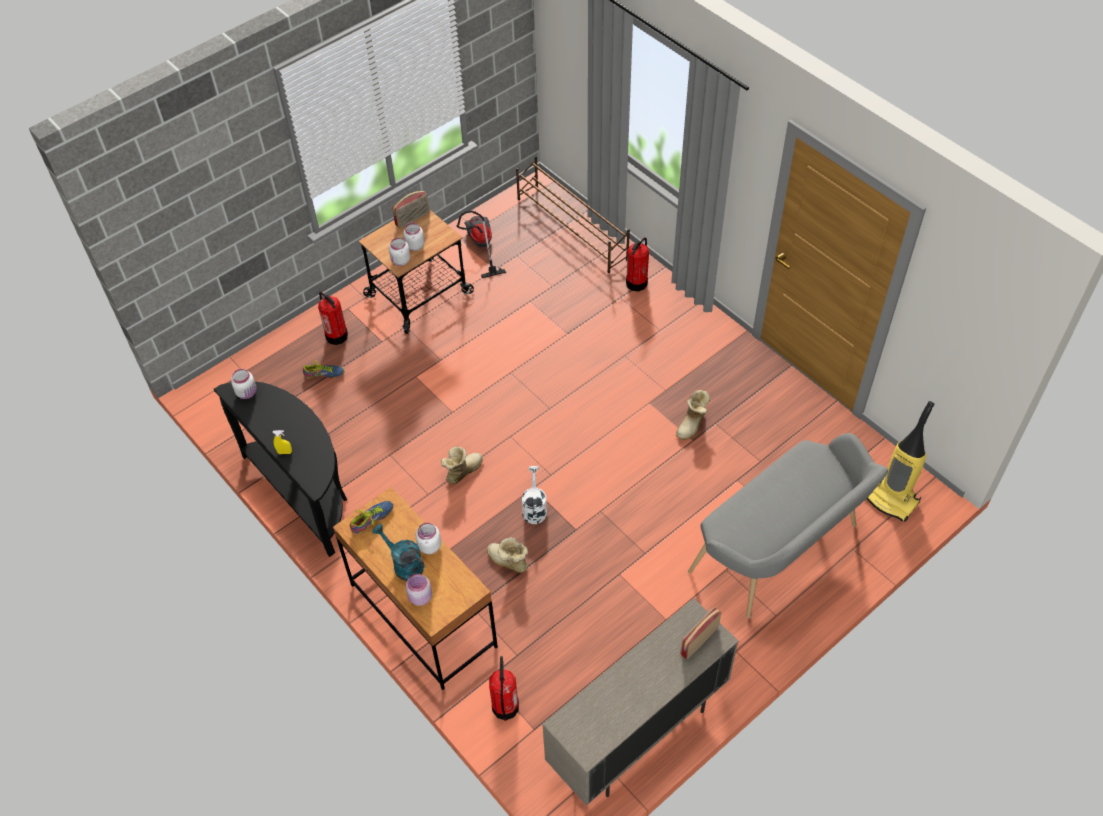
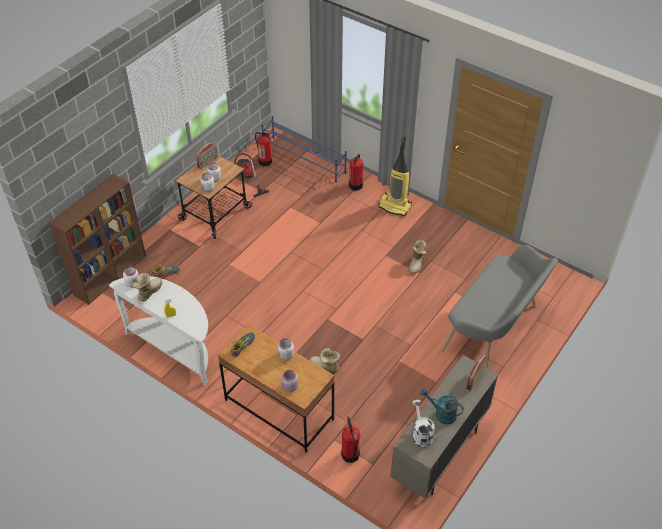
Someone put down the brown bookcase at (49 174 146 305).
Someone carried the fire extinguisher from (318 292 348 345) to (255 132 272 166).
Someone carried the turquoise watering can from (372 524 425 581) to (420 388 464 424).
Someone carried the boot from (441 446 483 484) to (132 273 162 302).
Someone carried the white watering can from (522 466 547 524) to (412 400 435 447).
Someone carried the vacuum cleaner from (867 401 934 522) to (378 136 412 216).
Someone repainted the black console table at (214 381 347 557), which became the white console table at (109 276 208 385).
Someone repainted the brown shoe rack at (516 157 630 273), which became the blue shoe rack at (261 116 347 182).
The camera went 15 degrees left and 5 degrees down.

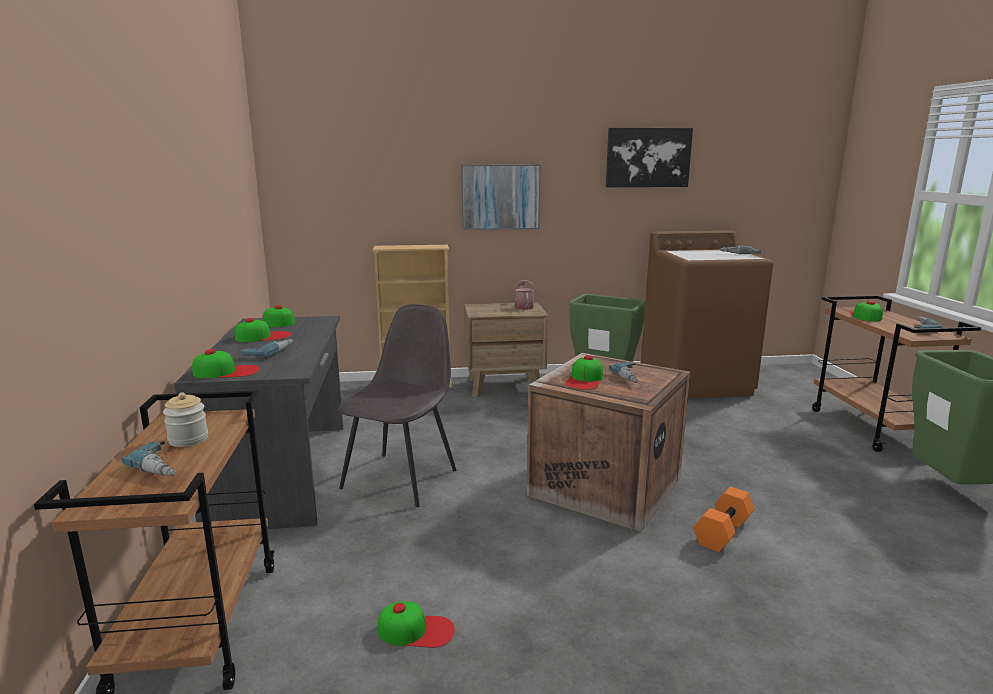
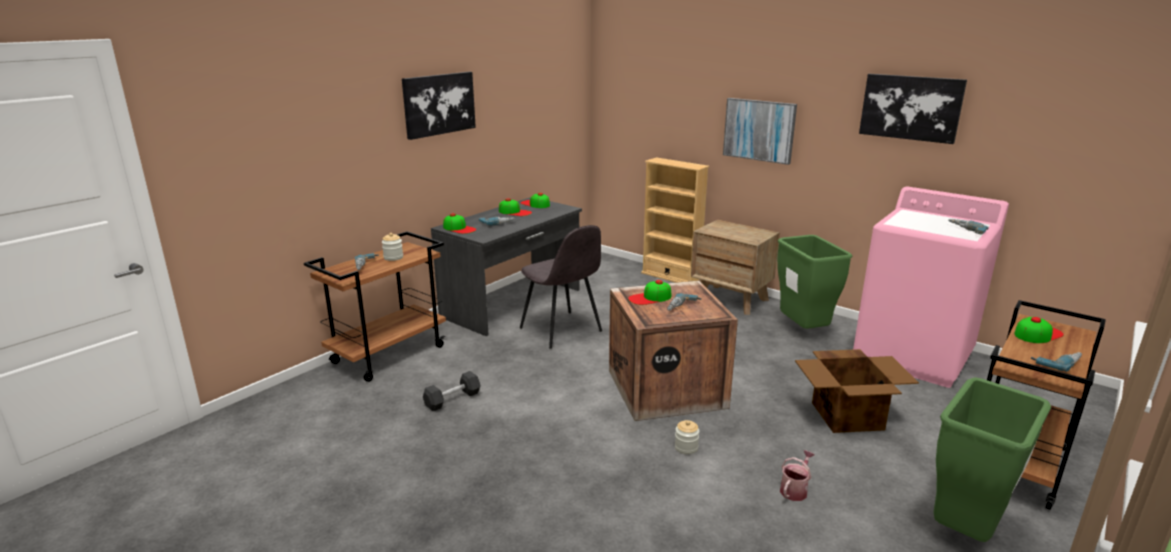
Someone put up the picture at (402 72 476 140).
Someone put down the cardboard box at (795 349 919 433).
Someone carried the watering can from (514 280 535 310) to (780 450 815 501).
Someone swapped the cap at (378 601 455 648) for the black dumbbell at (423 371 480 411).
Someone swapped the orange dumbbell at (693 487 755 552) for the jar at (675 420 699 455).
Someone repainted the brown washing machine at (641 230 773 399), which became the pink washing machine at (853 187 1009 388).
Someone rotated the grey chair at (338 304 456 507) by 75 degrees clockwise.
The camera went 45 degrees right and 5 degrees up.

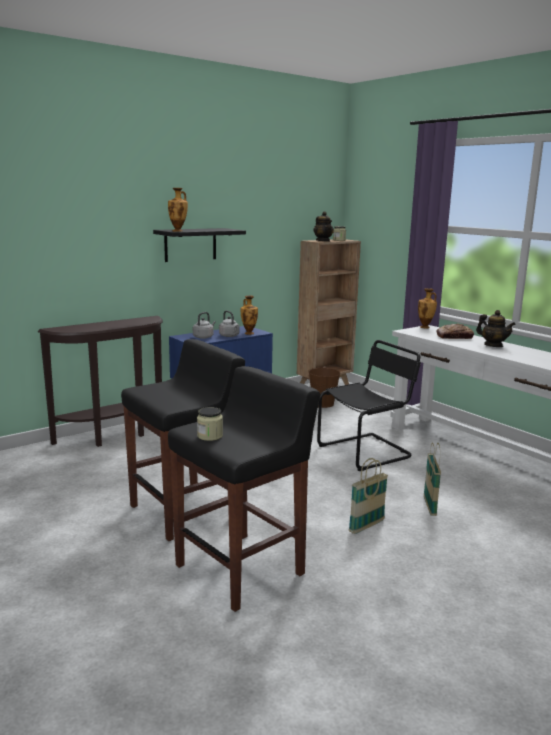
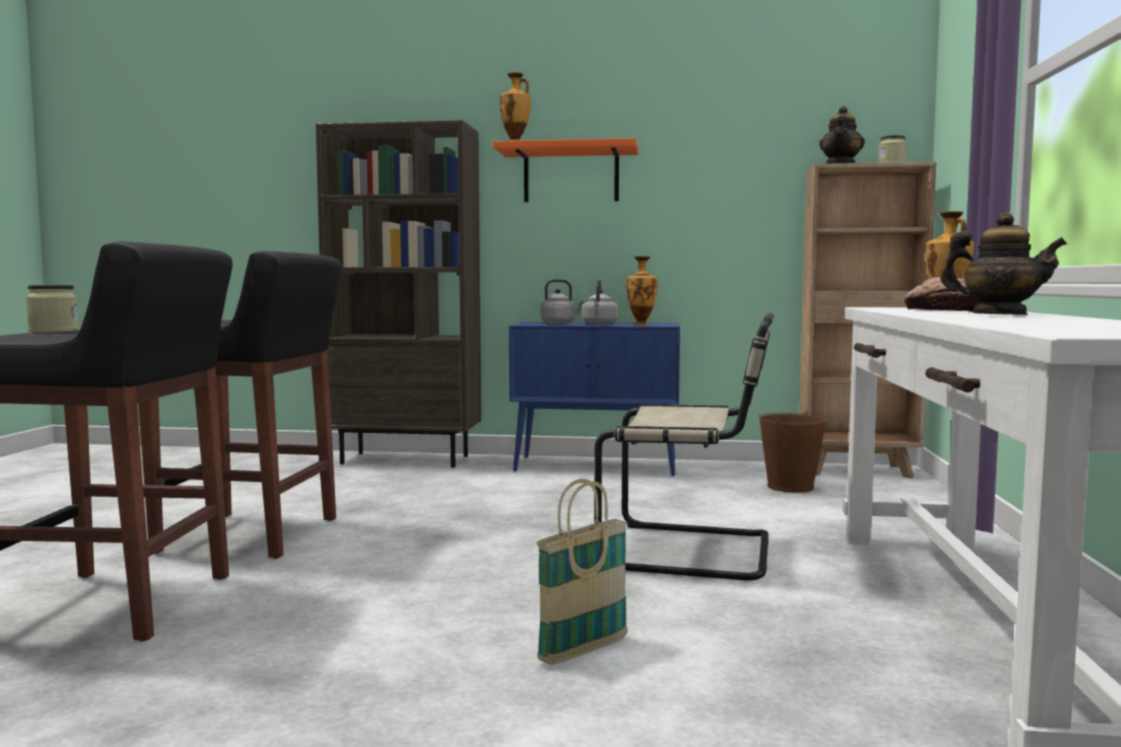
Someone took away the basket at (349 458 388 534).
Someone swapped the brown console table at (38 316 163 447) for the brown bookcase at (315 120 481 467).
Someone repainted the black shelf at (153 228 246 262), which became the orange shelf at (493 138 639 202).
Someone repainted the black chair at (317 340 421 471), which became the beige chair at (594 313 774 581).
Someone rotated the teapot at (476 310 516 347) by 60 degrees counterclockwise.
The camera went 45 degrees right and 10 degrees down.

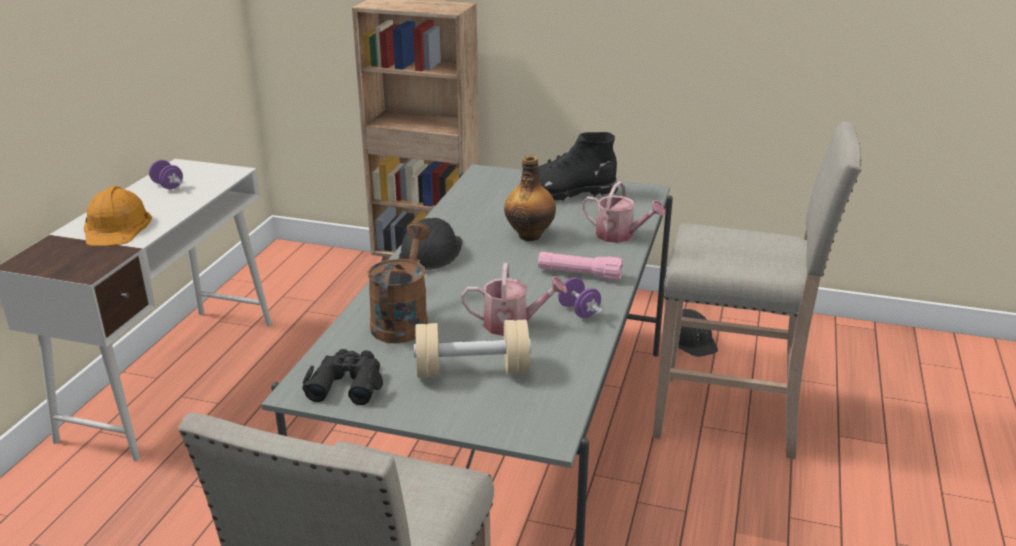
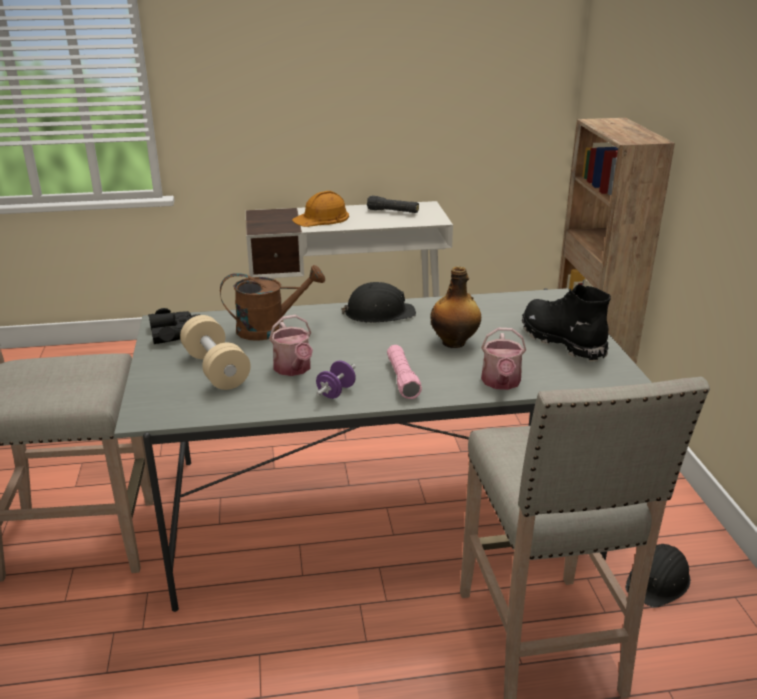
Someone swapped the purple dumbbell at (149 160 183 189) for the black flashlight at (367 196 419 213).
The camera went 65 degrees right and 0 degrees up.

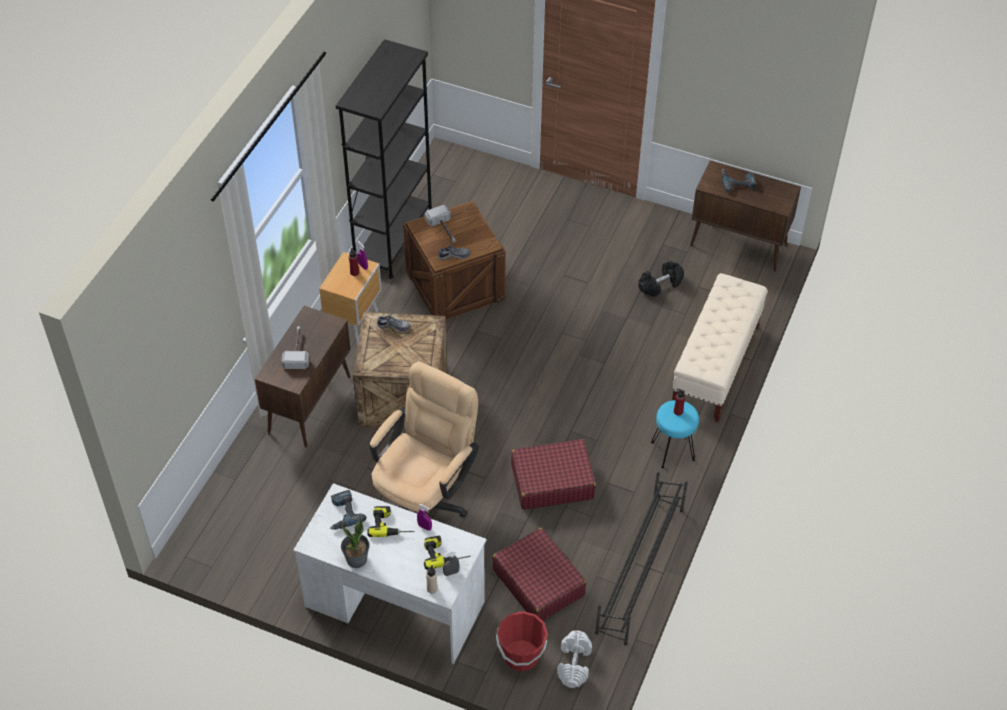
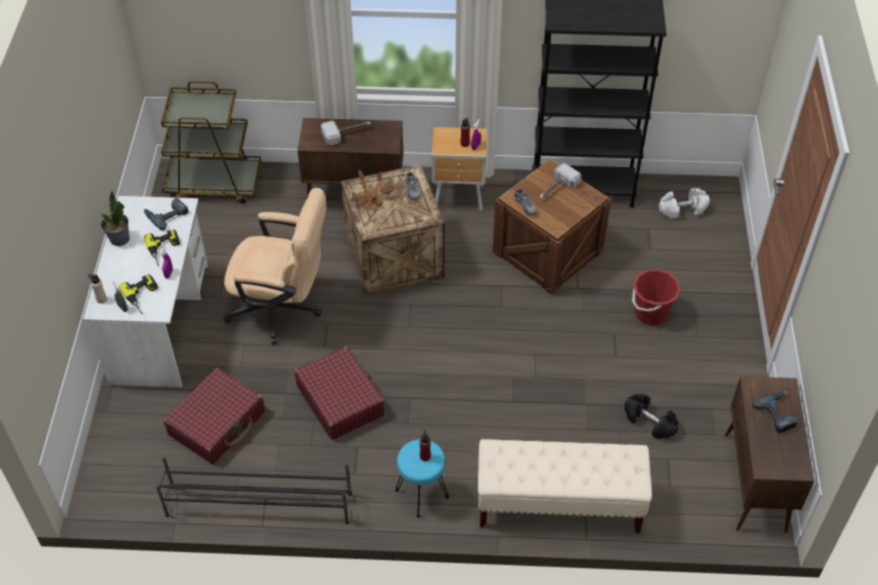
Someone put down the brown cart at (161 81 261 204).
Someone put down the potted plant at (350 170 395 210).
Someone carried the red bucket from (496 611 548 672) to (632 269 680 325).
Someone carried the white dumbbell from (557 631 592 688) to (659 188 710 219).
The camera went 70 degrees right and 0 degrees up.

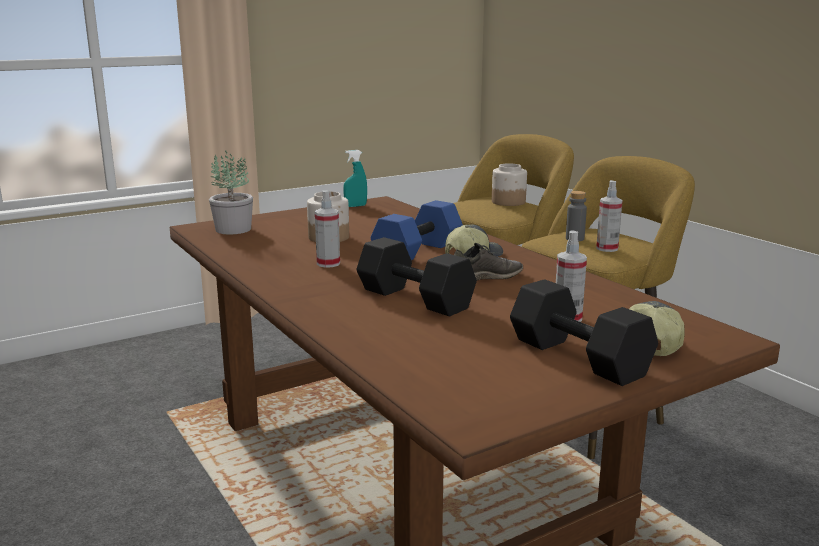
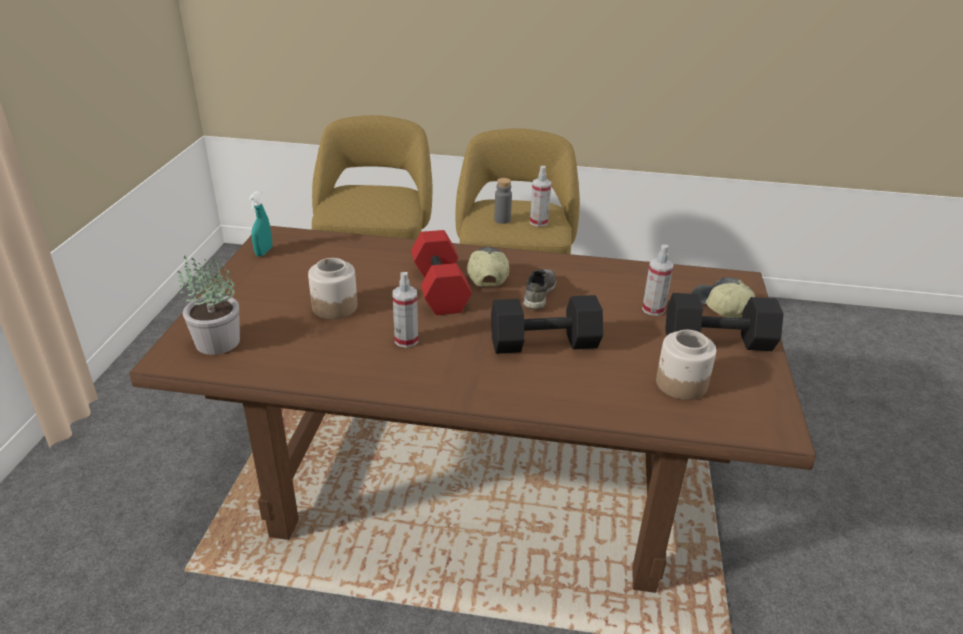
Someone carried the jar from (492 163 527 206) to (656 330 716 400).
Someone repainted the blue dumbbell at (371 200 463 260), which became the red dumbbell at (411 230 472 315).
The camera went 50 degrees left and 15 degrees up.

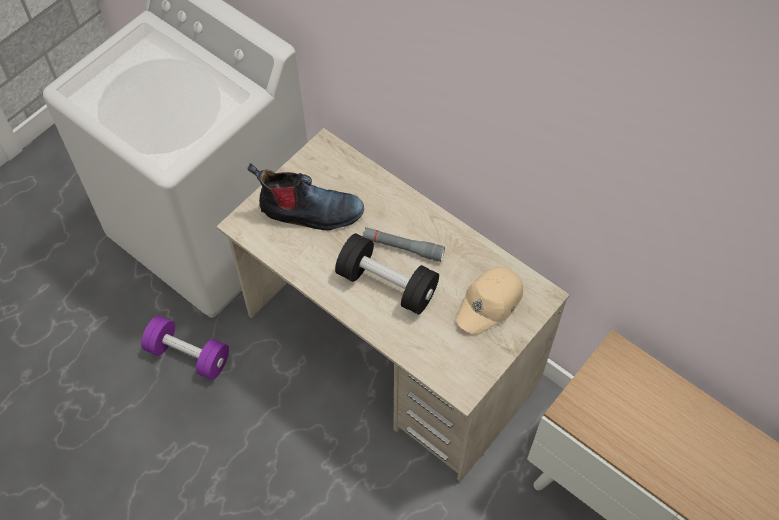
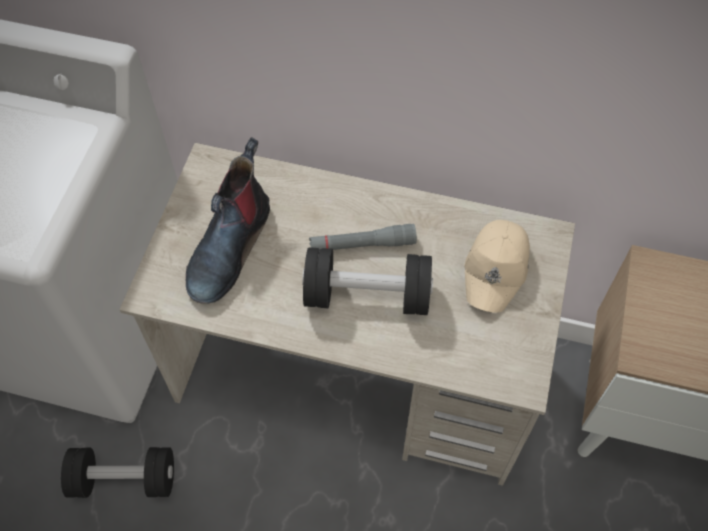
Someone repainted the purple dumbbell at (141 315 229 380), which became the black dumbbell at (61 447 174 498).
Someone rotated the boot at (247 163 364 231) by 135 degrees clockwise.
The camera went 25 degrees left and 0 degrees up.

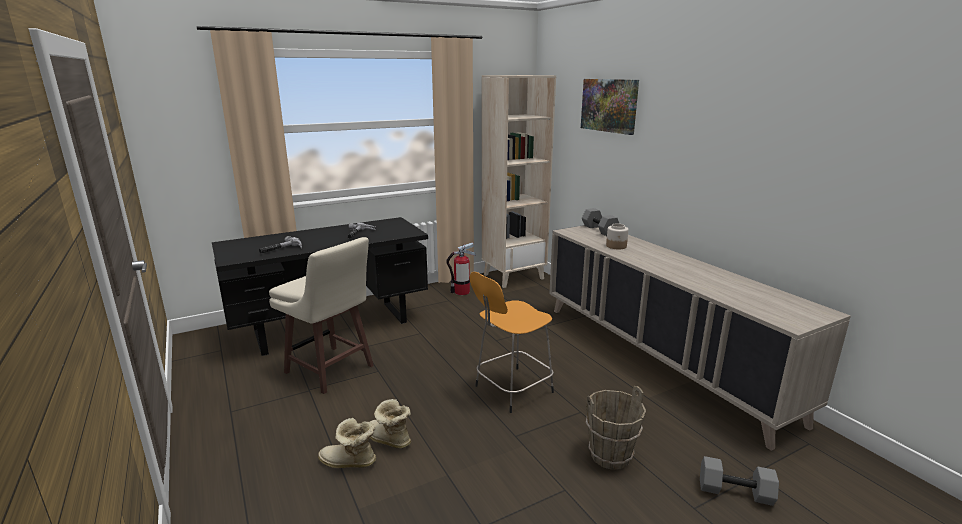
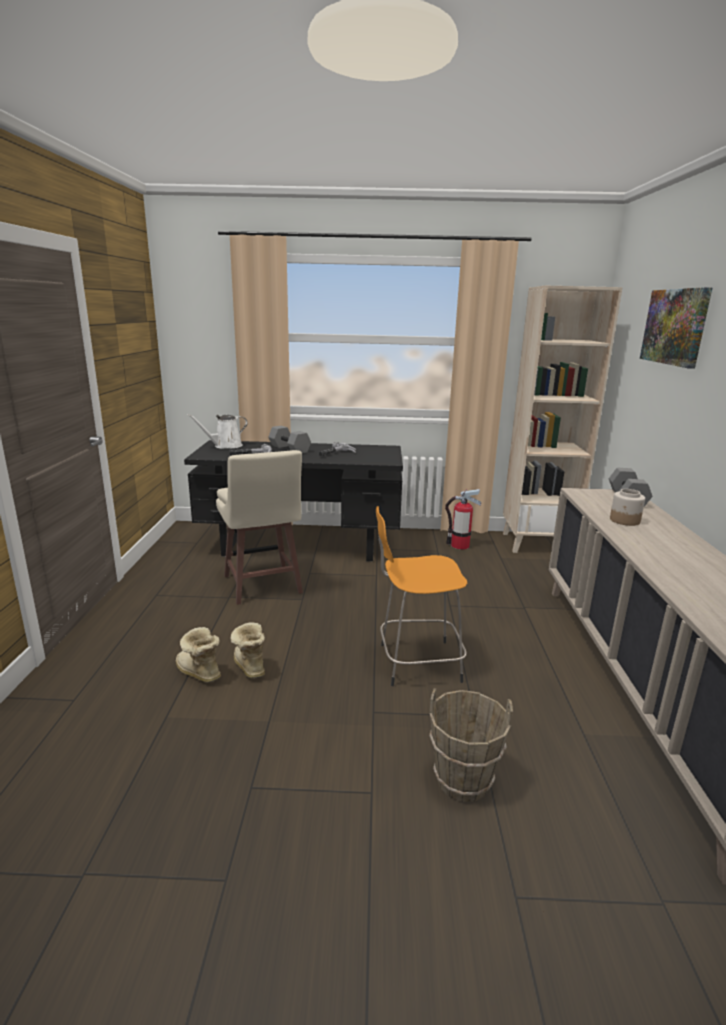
Someone put down the white watering can at (187 414 248 449).
Someone carried the grey dumbbell from (700 456 779 506) to (268 426 311 454).
The camera went 30 degrees right and 0 degrees up.

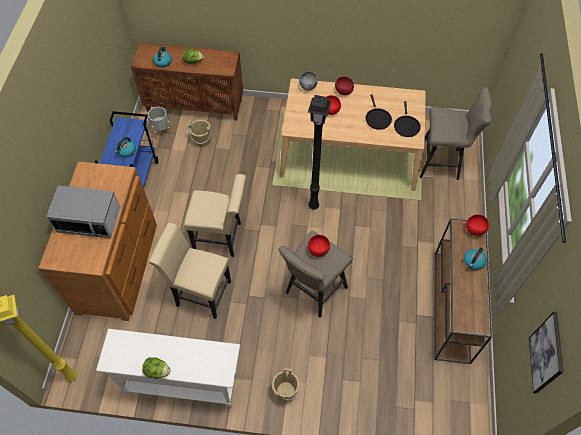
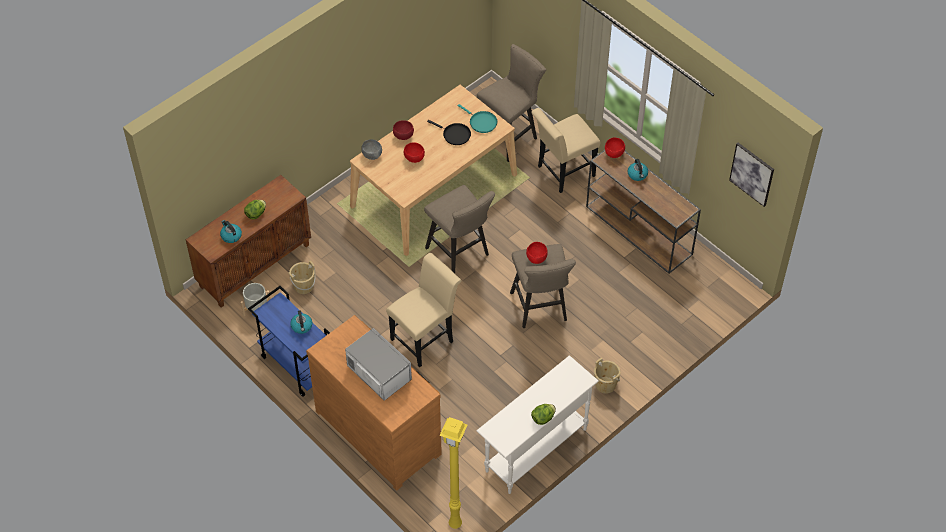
Someone carried the beige chair from (148 223 231 319) to (531 108 601 193).
Someone swapped the black floor lamp at (308 95 332 210) for the beige stool at (424 185 495 273).
Someone repainted the black frying pan at (394 101 421 137), which became the turquoise frying pan at (458 104 497 133).
Someone rotated the microwave at (46 185 121 238) by 90 degrees counterclockwise.
The camera went 50 degrees left and 5 degrees down.

